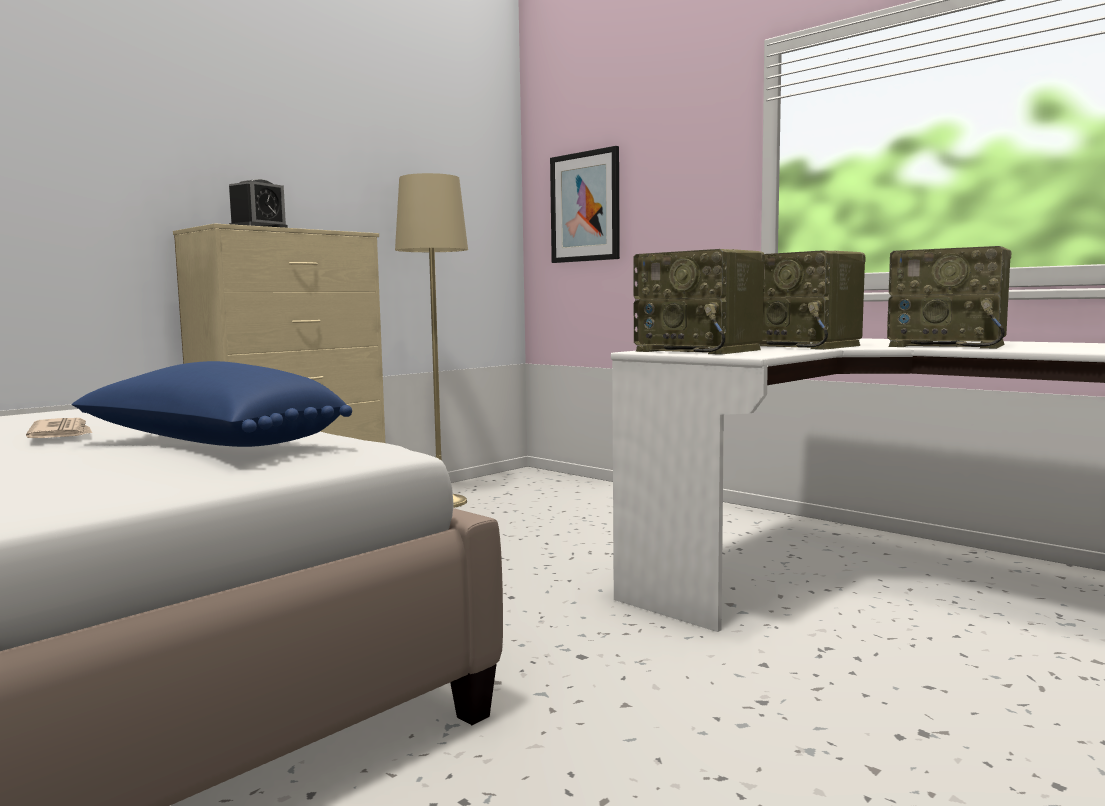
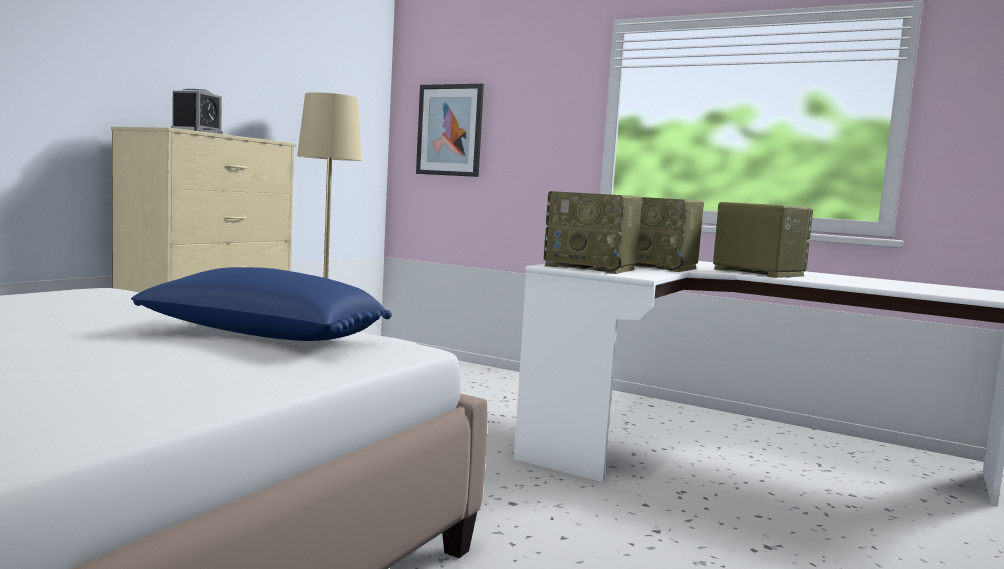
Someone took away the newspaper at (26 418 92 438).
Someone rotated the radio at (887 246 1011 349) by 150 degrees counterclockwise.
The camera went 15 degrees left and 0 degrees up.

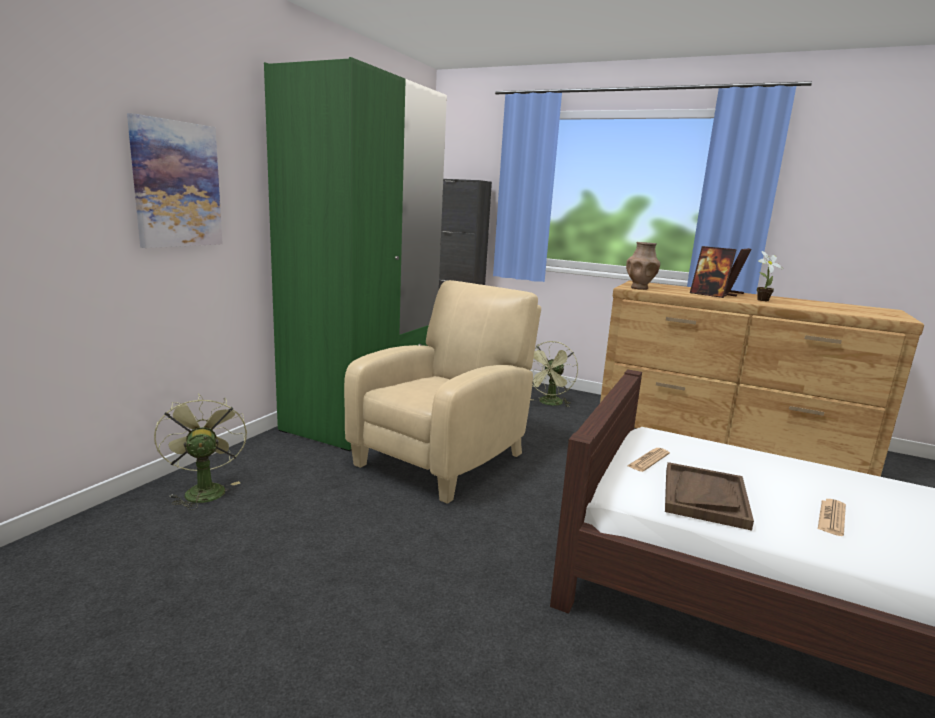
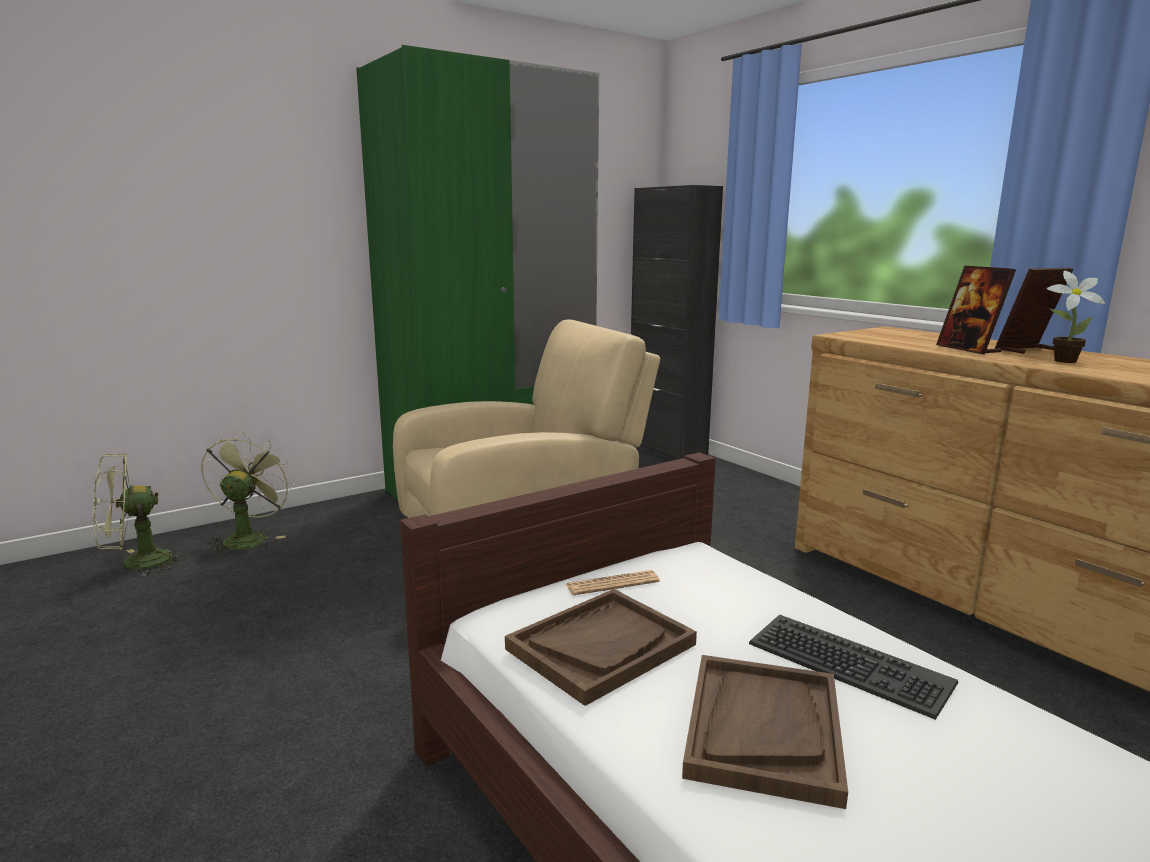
Someone took away the picture at (127 113 223 248).
Someone took away the brown vase at (626 242 660 290).
Someone put down the keyboard at (749 614 958 720).
Someone carried the green fan from (530 341 578 407) to (93 452 187 576).
Someone swapped the newspaper at (818 499 846 536) for the brown tray at (682 655 848 809).
The camera went 30 degrees right and 0 degrees up.

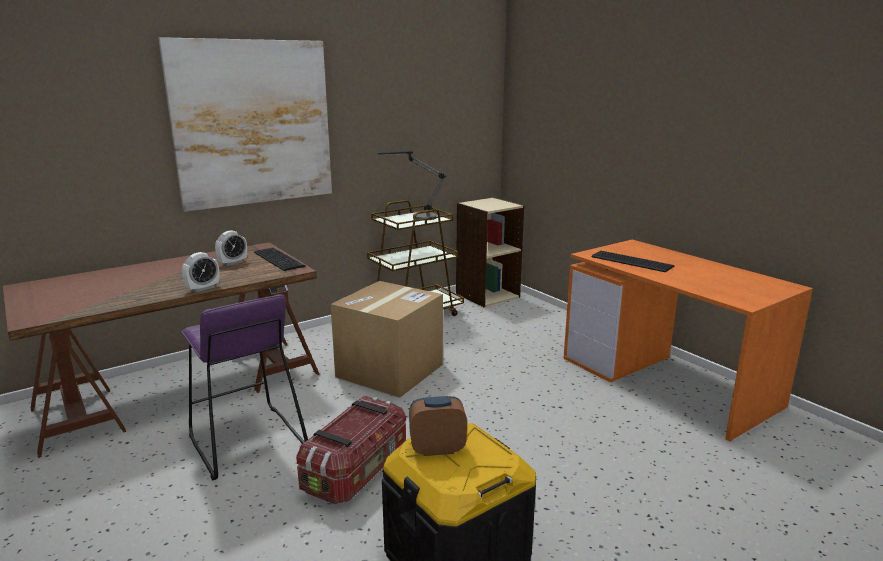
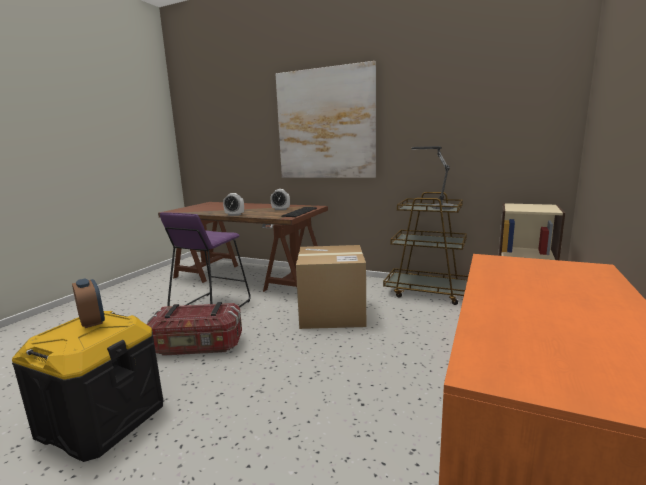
Someone took away the keyboard at (591 251 674 272).
The camera went 60 degrees right and 5 degrees down.

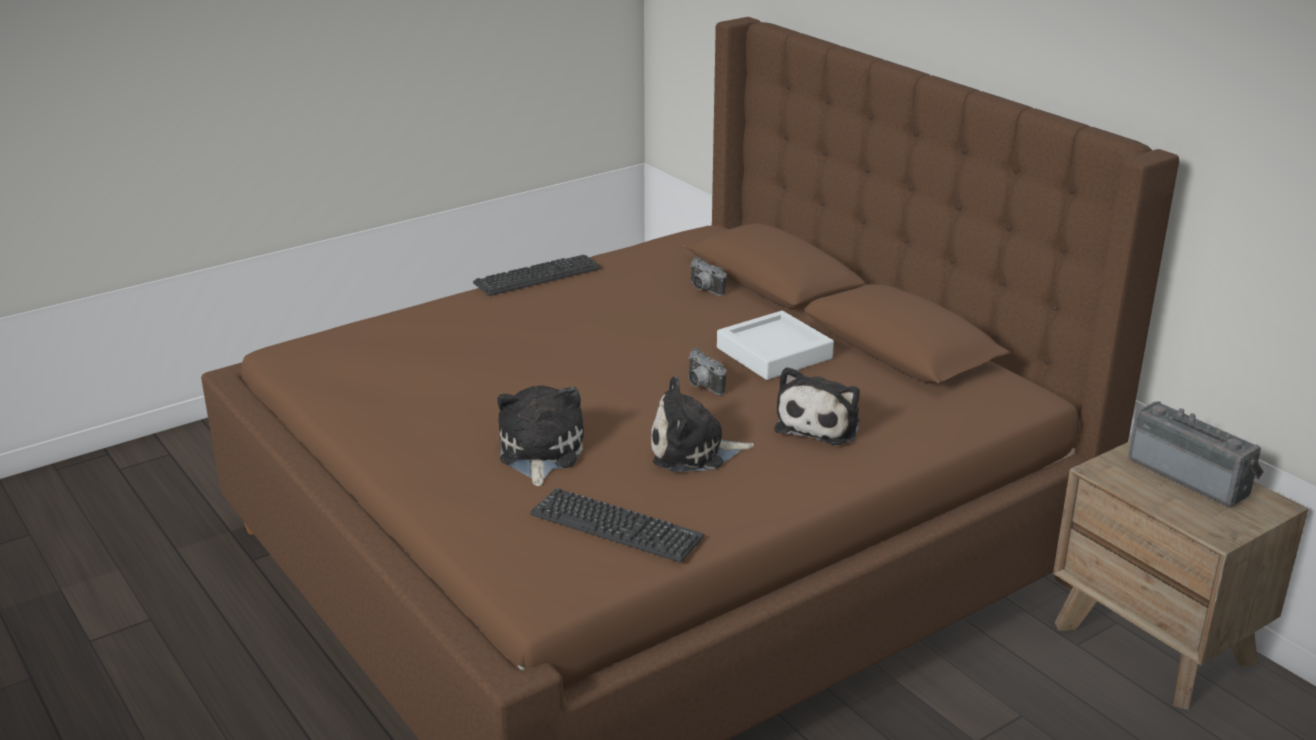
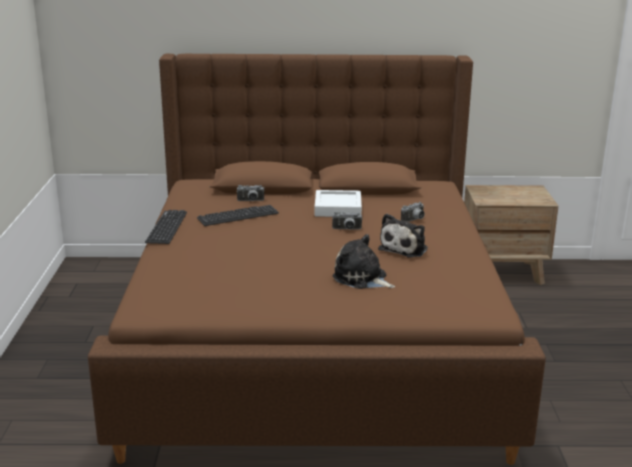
Someone took away the radio at (1128 401 1264 507).
Someone carried the keyboard from (530 488 704 562) to (197 205 279 226).
Someone swapped the plush toy at (775 367 860 445) for the photo camera at (401 202 425 222).
The camera went 55 degrees left and 5 degrees down.

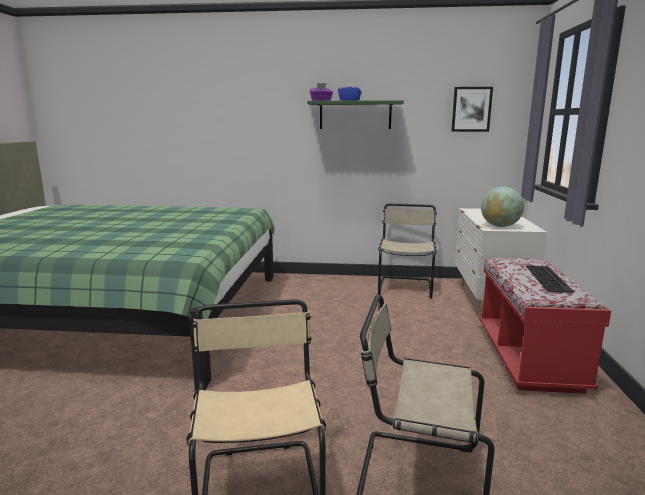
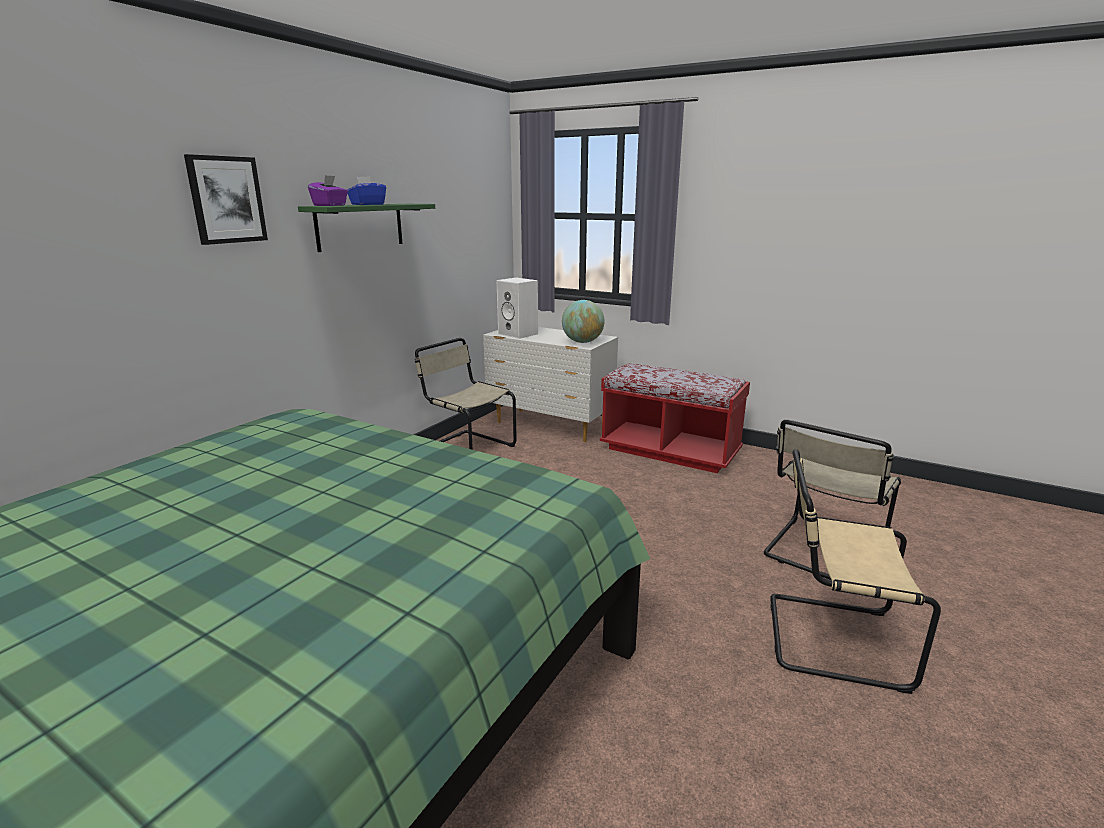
Someone took away the keyboard at (526 265 574 293).
Someone put down the white speaker at (497 278 538 339).
Someone carried the picture from (451 87 493 132) to (184 154 268 245).
The camera went 65 degrees left and 5 degrees up.

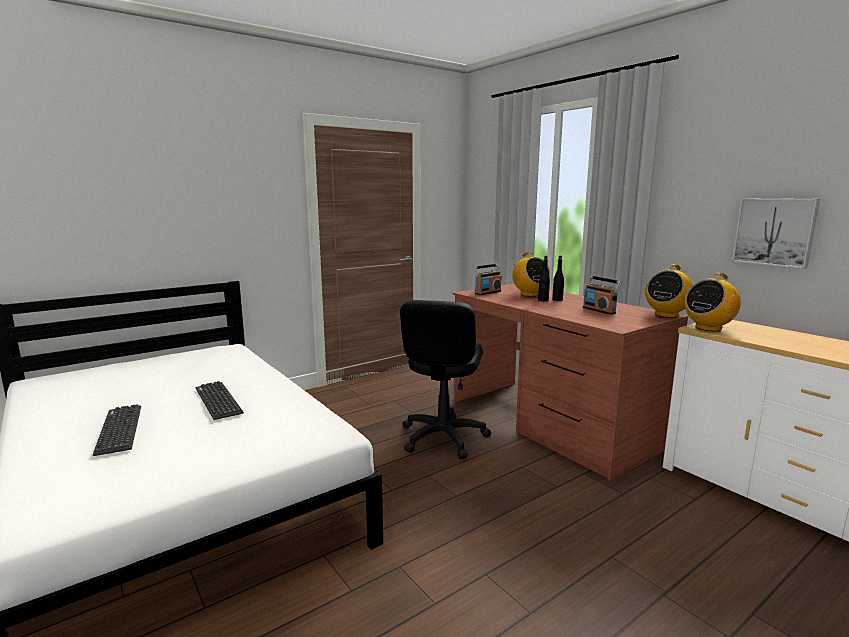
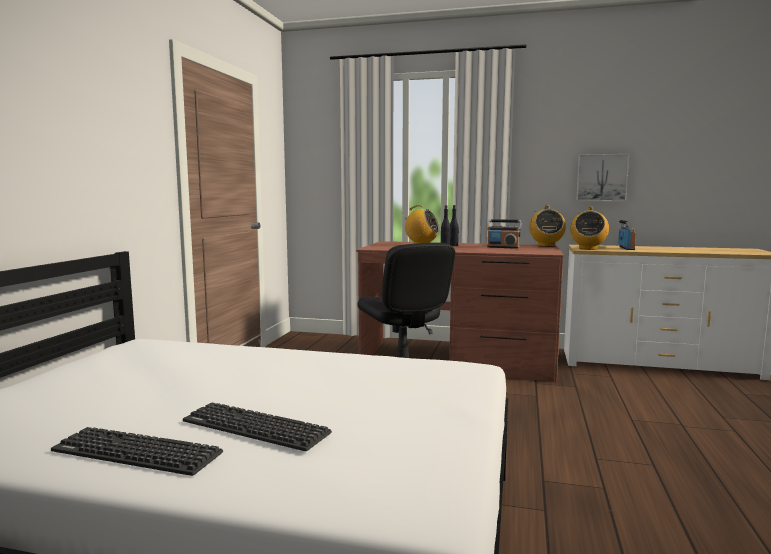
Someone carried the keyboard from (195 381 244 420) to (51 427 223 476).
Someone carried the radio from (473 264 502 295) to (618 220 636 250).
The camera went 40 degrees left and 5 degrees down.

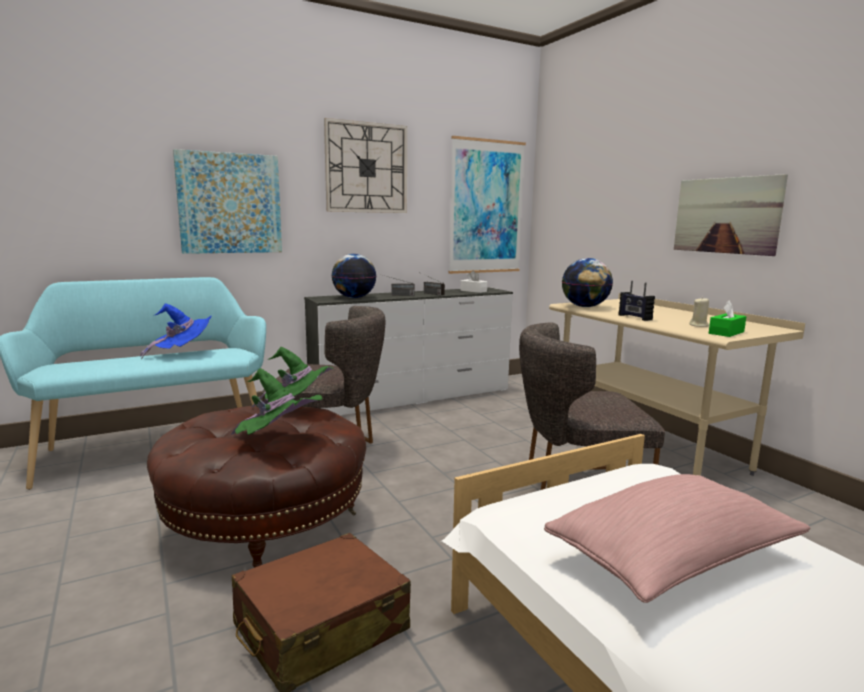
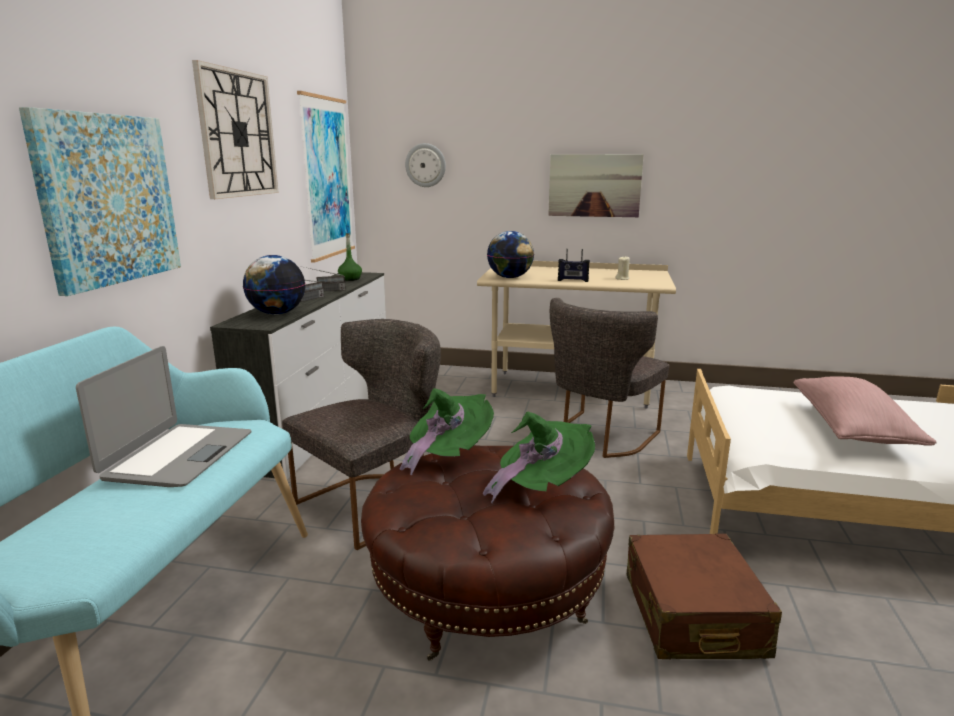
Someone took away the green tissue box at (709 301 746 337).
Someone put up the wall clock at (405 143 446 187).
Someone swapped the blue hat at (140 303 212 359) for the laptop at (76 346 252 487).
Someone swapped the white tissue box at (460 271 487 293) for the green bottle at (338 233 362 281).
The camera went 50 degrees left and 5 degrees up.

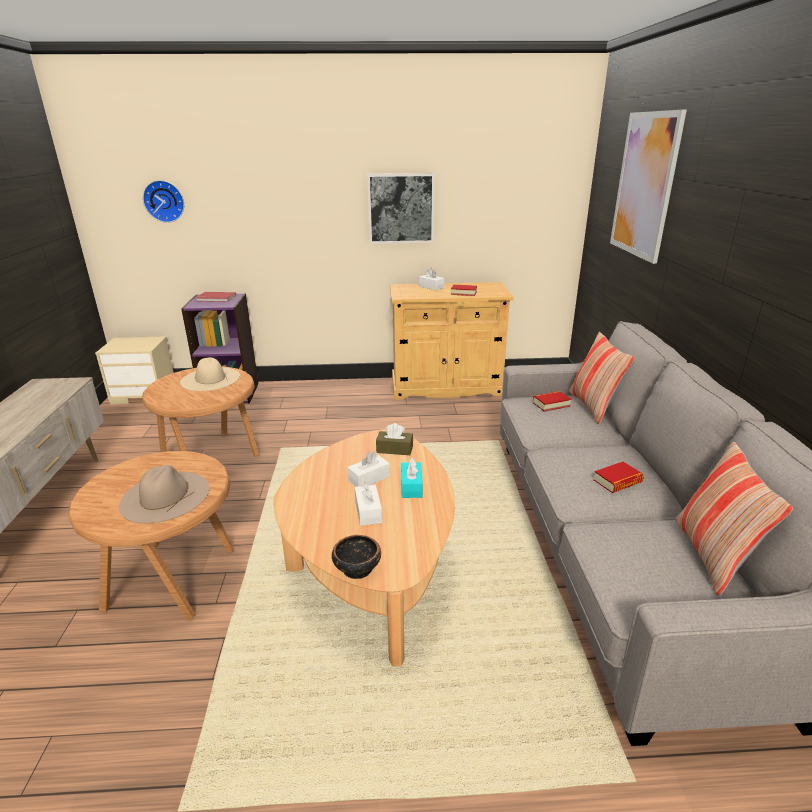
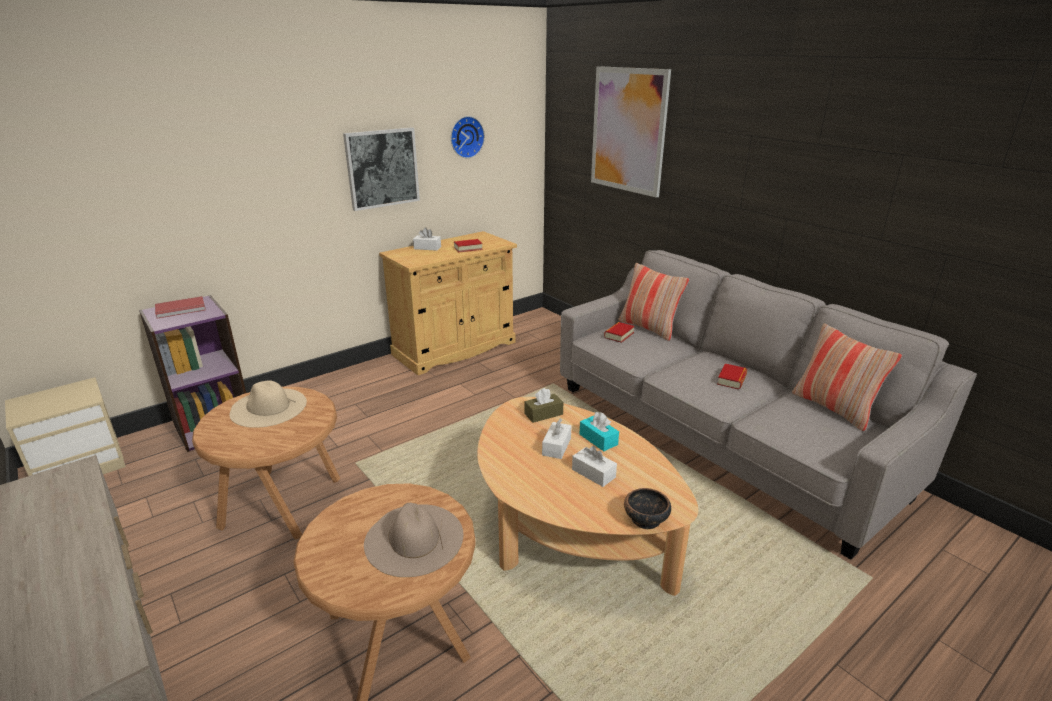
Someone carried the wall clock from (143 180 184 223) to (451 116 485 158).
The camera went 35 degrees left and 0 degrees up.

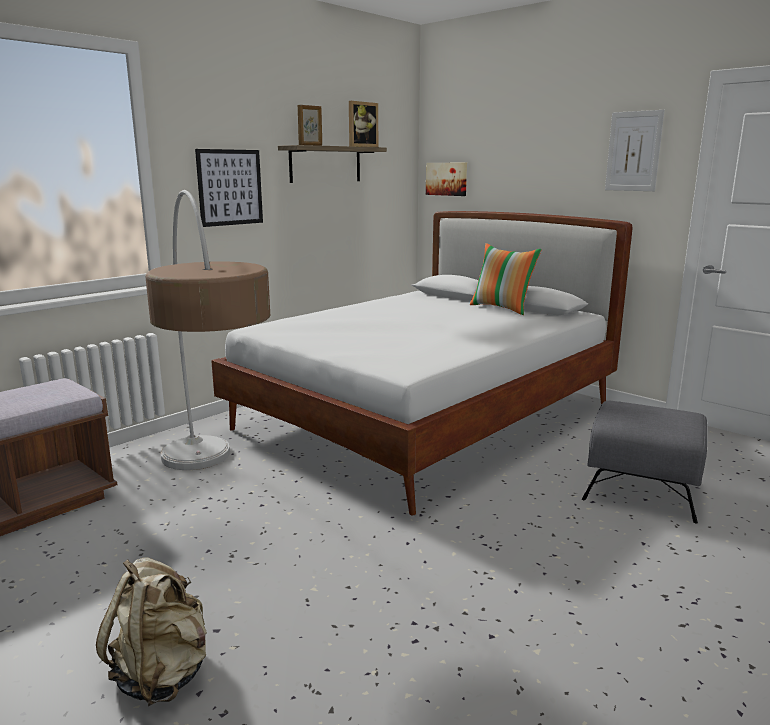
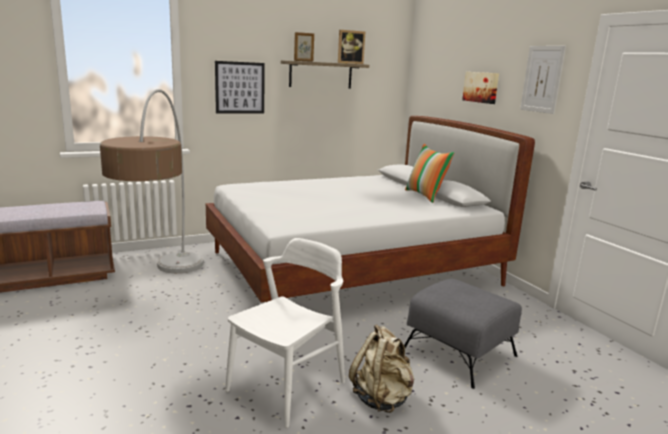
Someone put down the white chair at (225 238 345 428).
Someone carried the beige backpack from (96 557 207 706) to (349 324 415 413).
Someone carried the picture from (426 163 467 196) to (462 72 499 104).
The camera went 20 degrees right and 0 degrees up.

